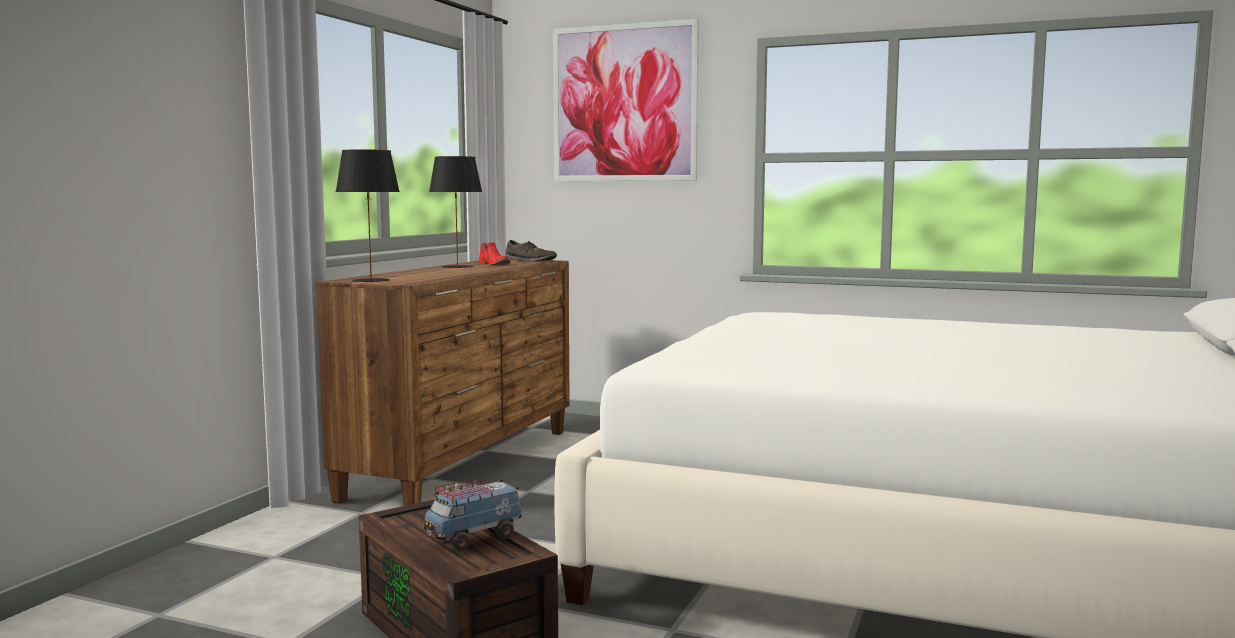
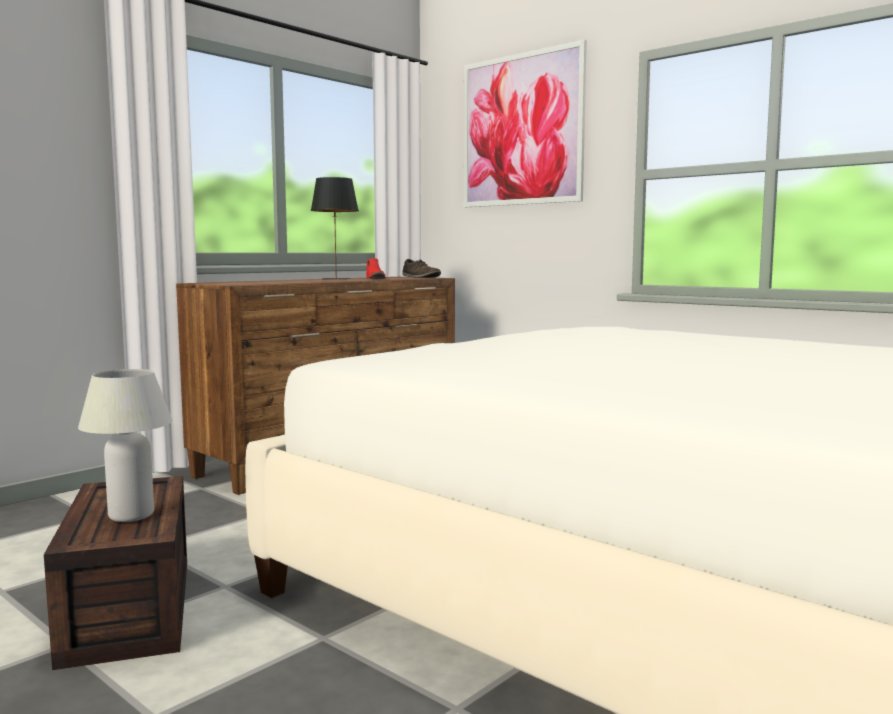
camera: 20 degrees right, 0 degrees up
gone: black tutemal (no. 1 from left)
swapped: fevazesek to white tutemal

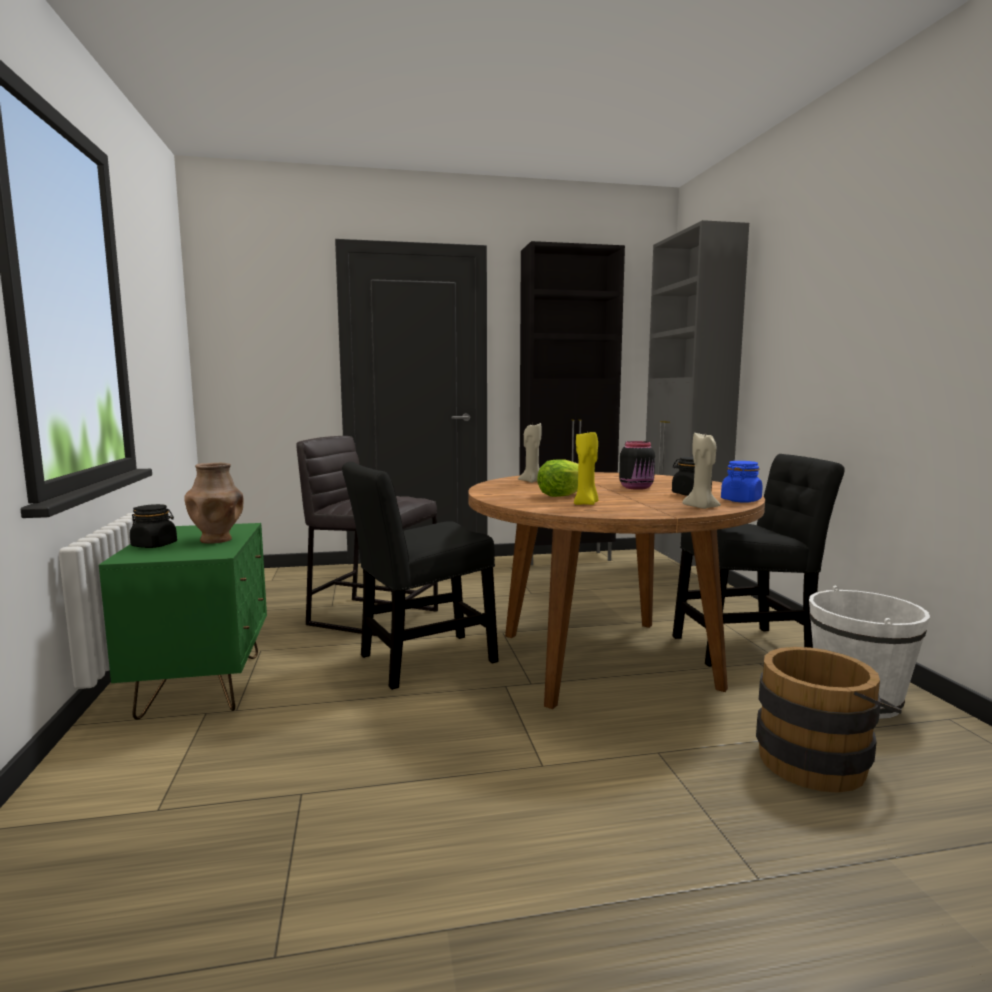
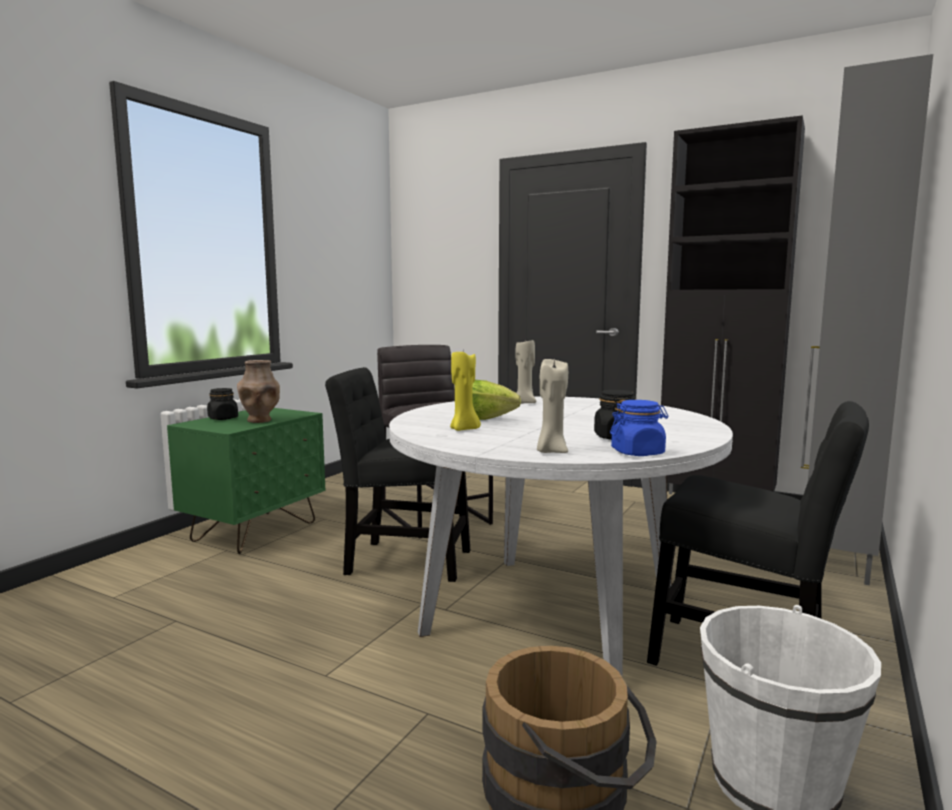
camera: 40 degrees right, 0 degrees up
gone: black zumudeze (no. 2 from left)
repainted: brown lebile to white lebile

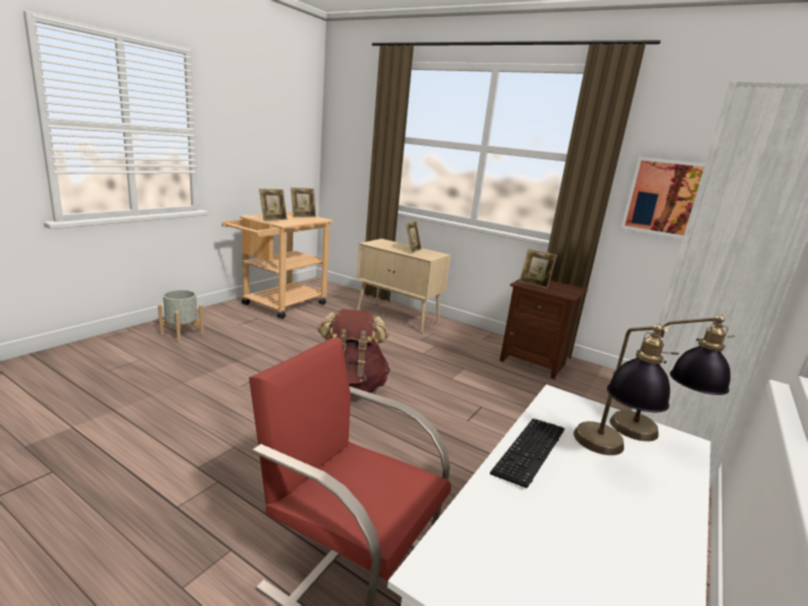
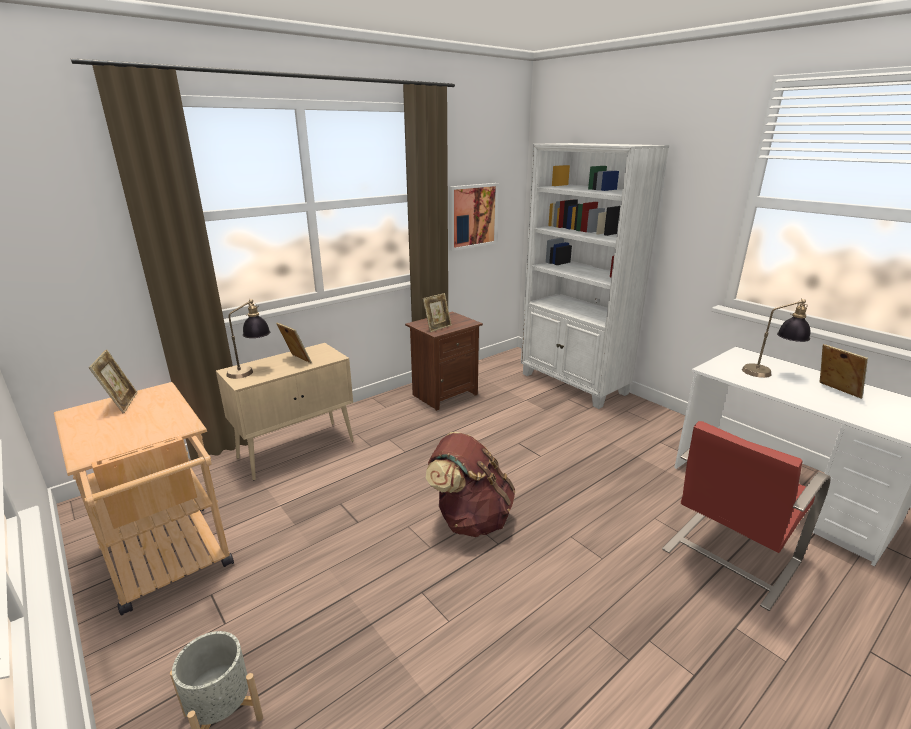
camera: 70 degrees left, 5 degrees up
gone: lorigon
shifted: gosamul (no. 1 from left in the first image) to gosamul (no. 4 from left); tutemal (no. 2 from left in the first image) to tutemal (no. 1 from left)

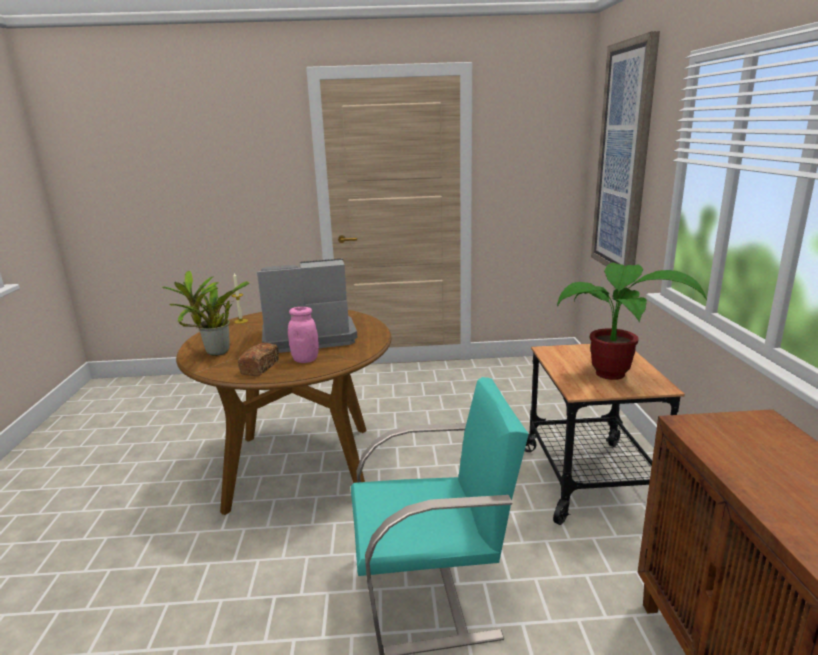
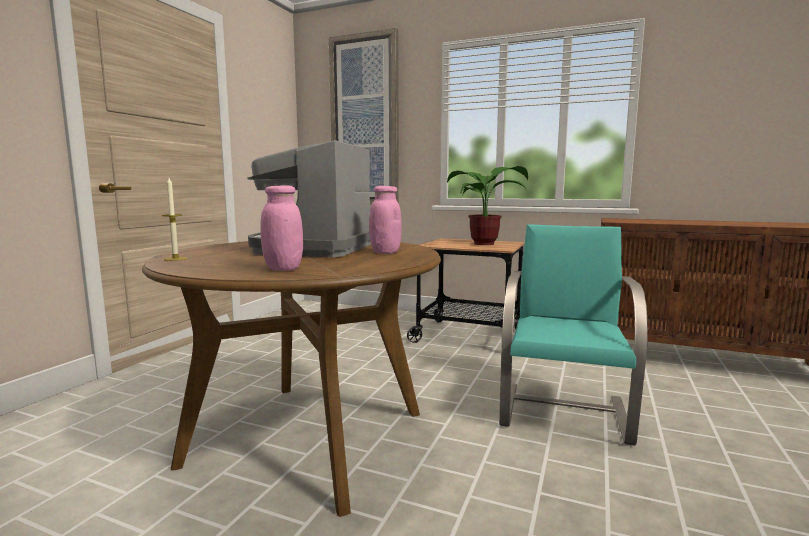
camera: 65 degrees left, 10 degrees down
gone: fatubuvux
swapped: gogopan (no. 1 from left) to pink zumudeze (no. 1 from left)

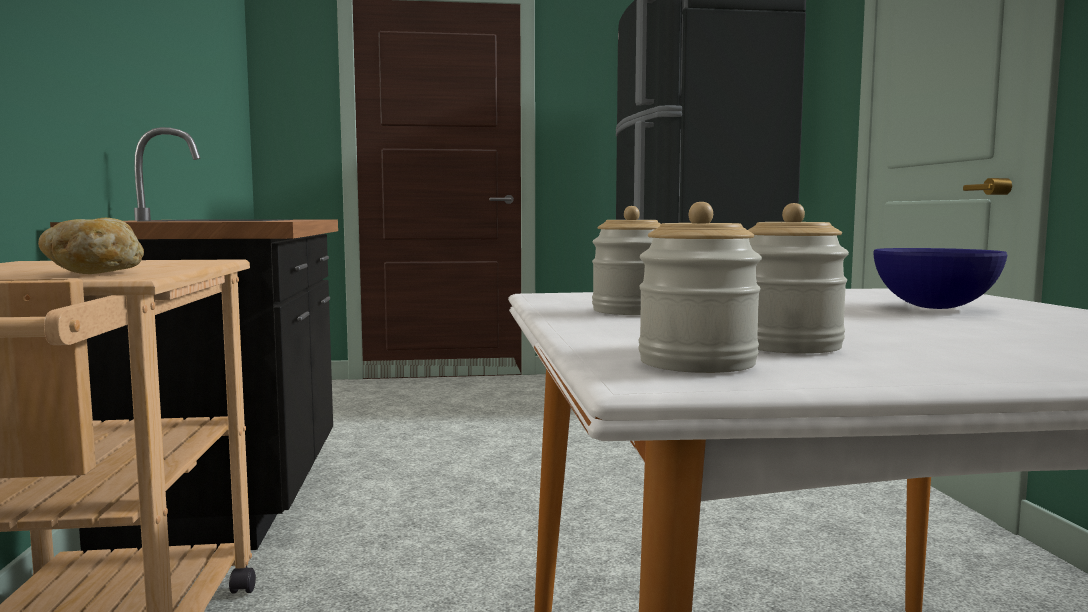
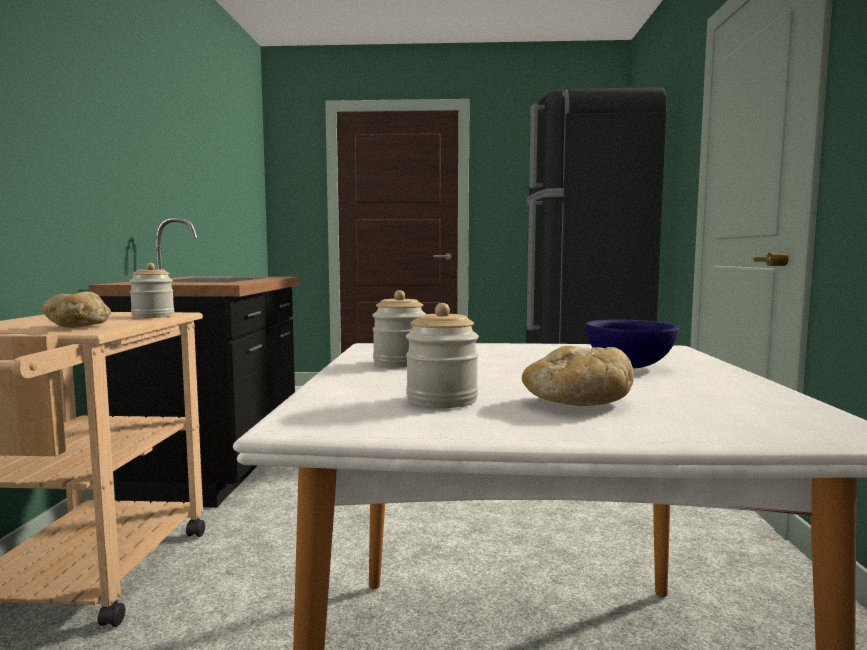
camera: 10 degrees right, 0 degrees up
new: fatubuvux (no. 2 from left)
shifted: zumudeze (no. 2 from left in the first image) to zumudeze (no. 1 from left)

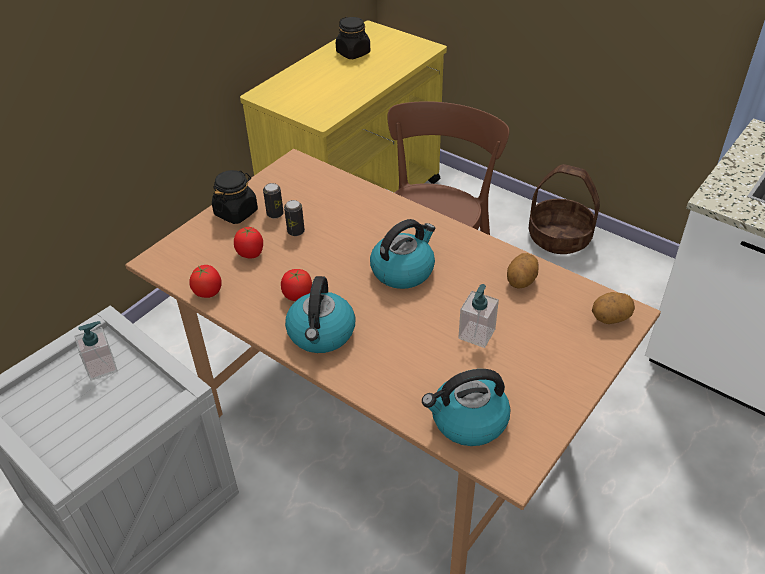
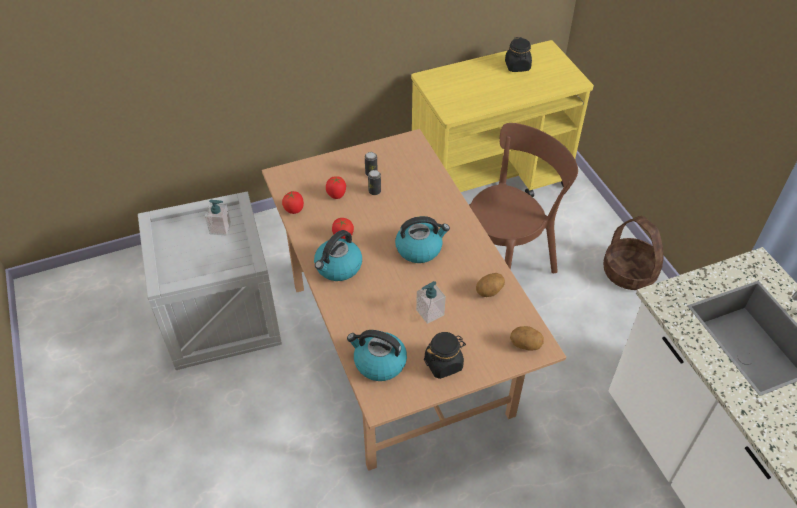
camera: 30 degrees right, 5 degrees up
shifted: black zumudeze (no. 1 from left)

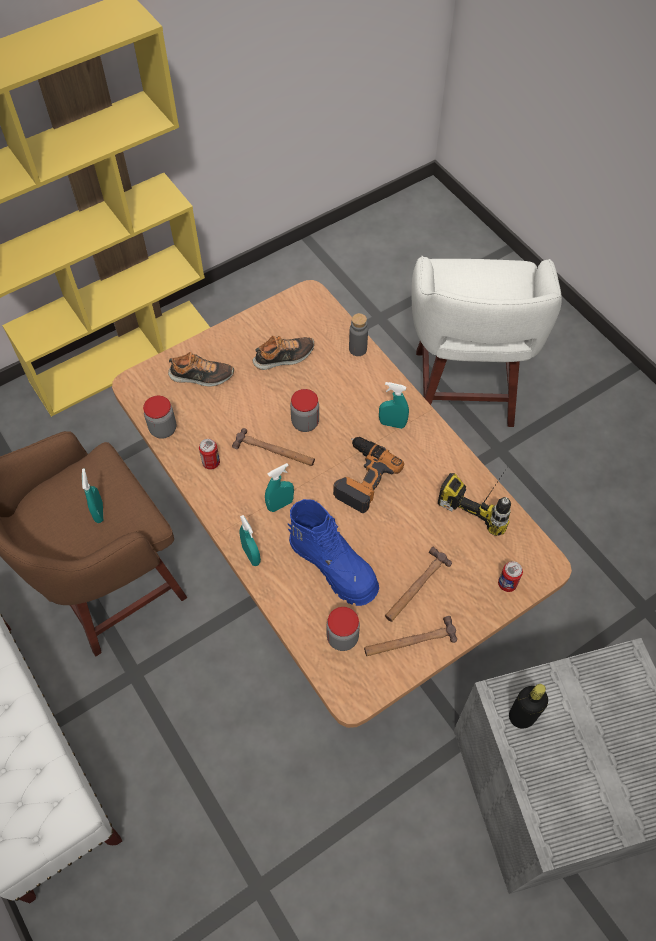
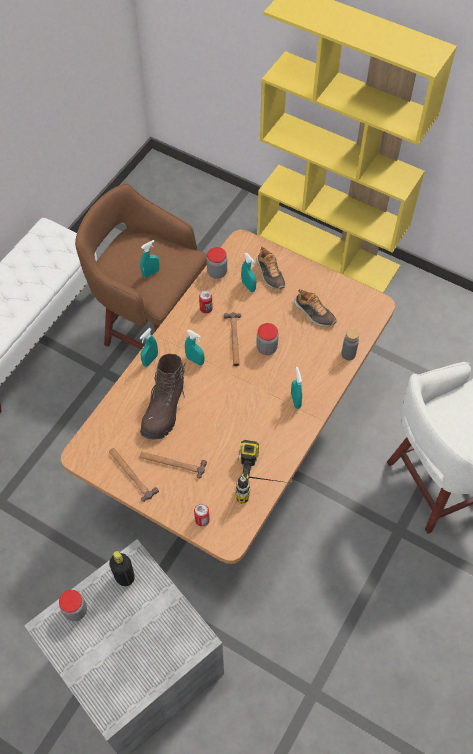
camera: 65 degrees right, 0 degrees up
gone: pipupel (no. 1 from left)
new: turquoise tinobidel (no. 4 from left)
shifted: zumudeze (no. 3 from left in the first image) to zumudeze (no. 1 from left)
repainted: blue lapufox to brown lapufox

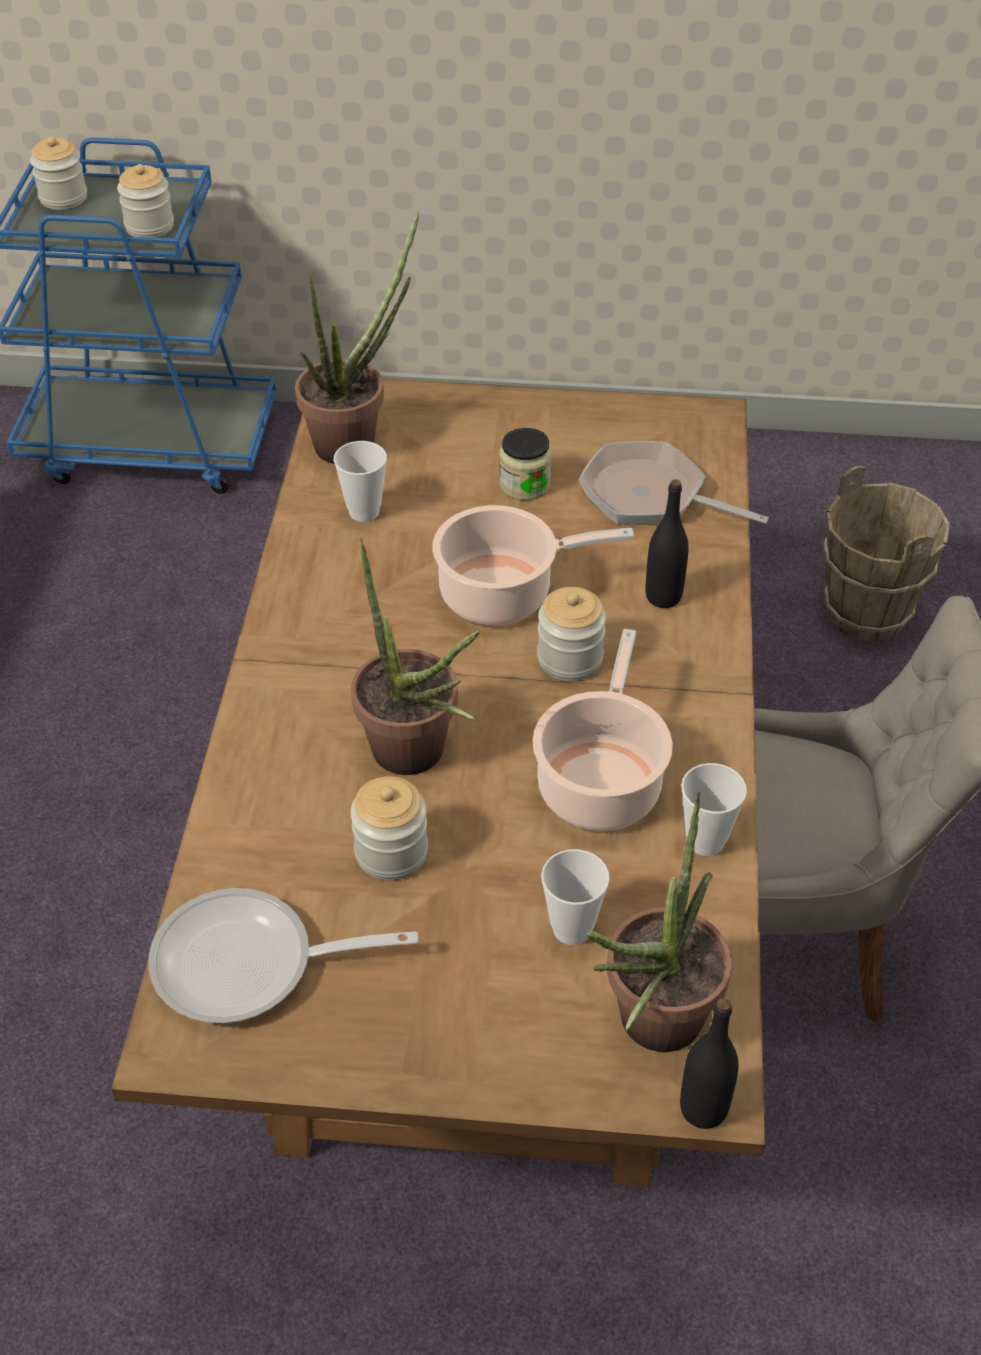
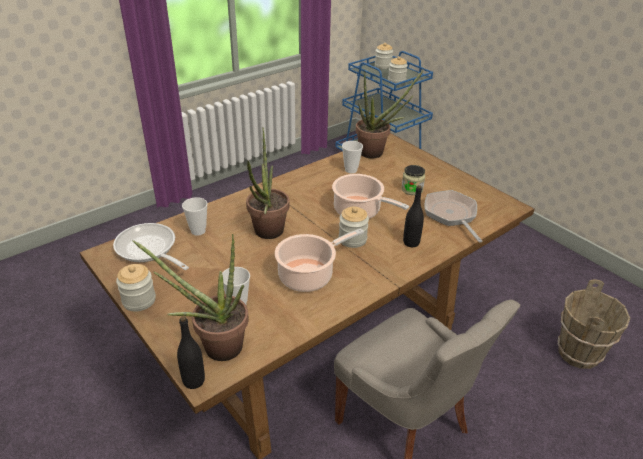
camera: 45 degrees right, 10 degrees down
shifted: zumudeze (no. 3 from left in the first image) to zumudeze (no. 1 from left); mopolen (no. 3 from left in the first image) to mopolen (no. 1 from left)

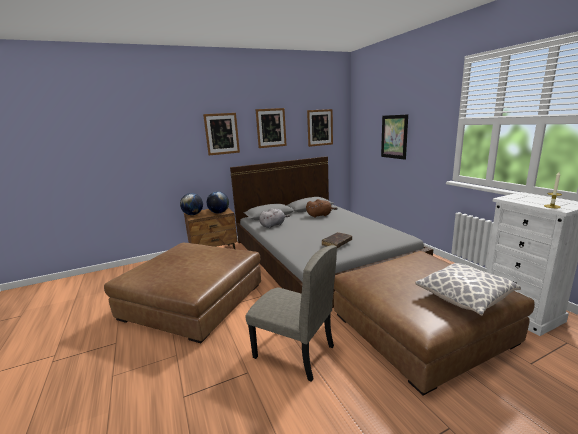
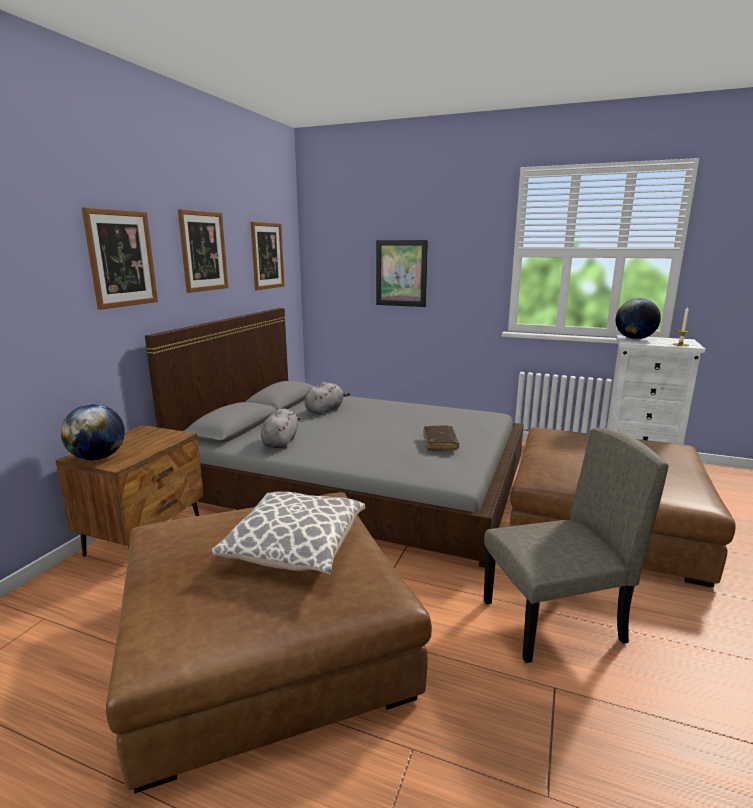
camera: 45 degrees left, 0 degrees up
shifted: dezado (no. 2 from left); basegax
repainted: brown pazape to grey pazape (no. 2 from left)

